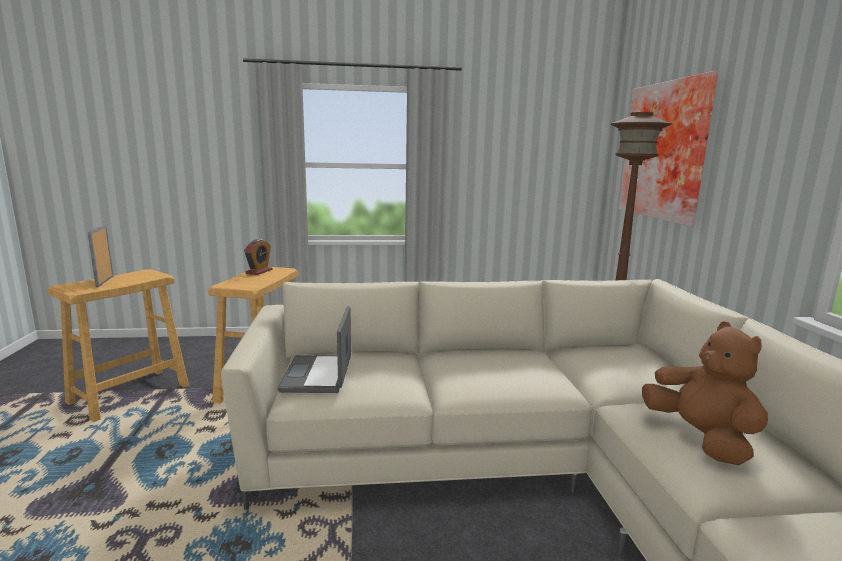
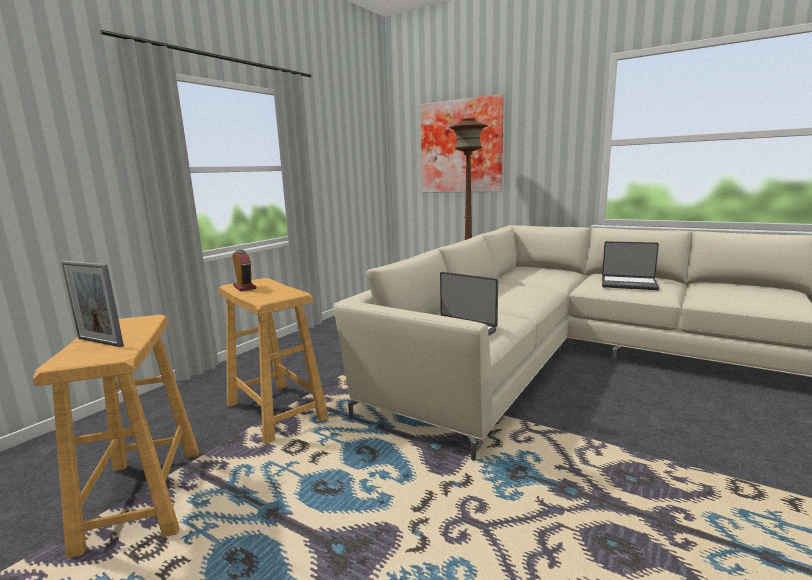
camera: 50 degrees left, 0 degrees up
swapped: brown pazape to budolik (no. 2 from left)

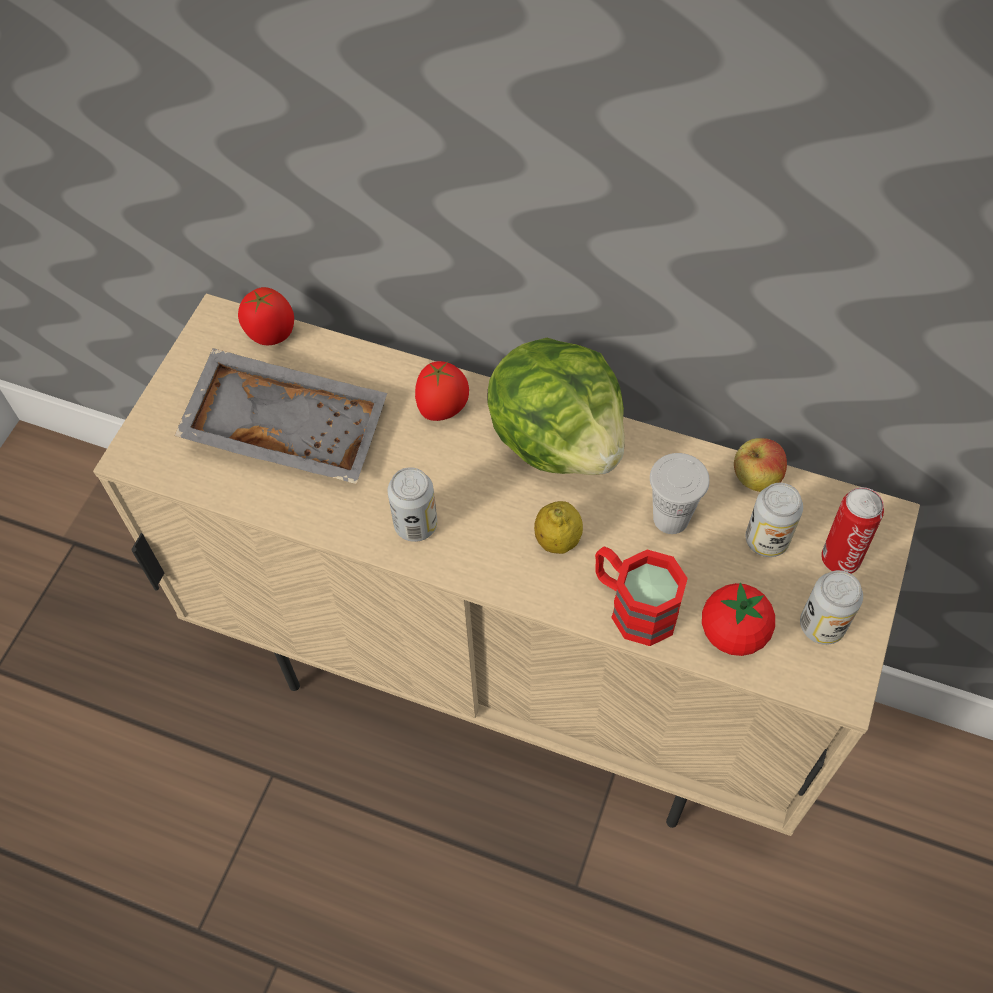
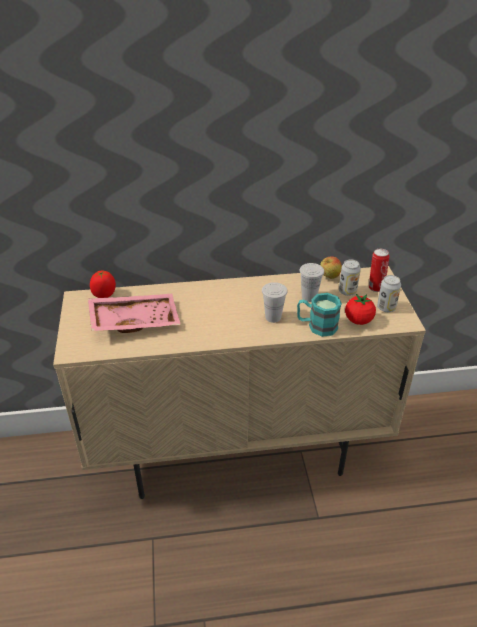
camera: 30 degrees left, 20 degrees down
gone: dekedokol (no. 1 from left); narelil (no. 2 from left); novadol
swapped: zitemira to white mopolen (no. 1 from left)
repainted: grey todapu to pink todapu; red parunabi to turquoise parunabi

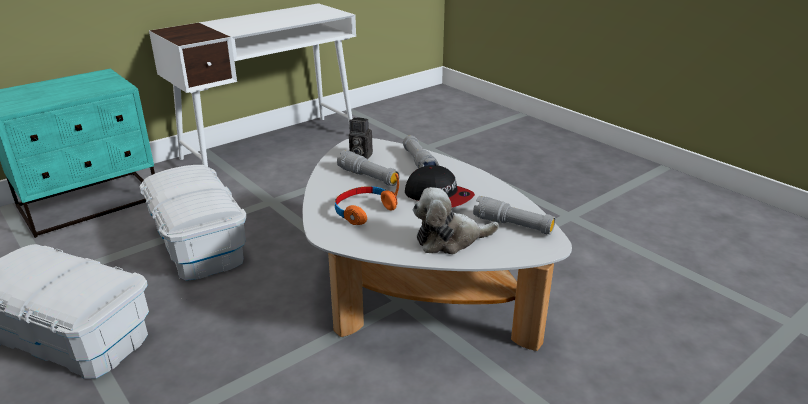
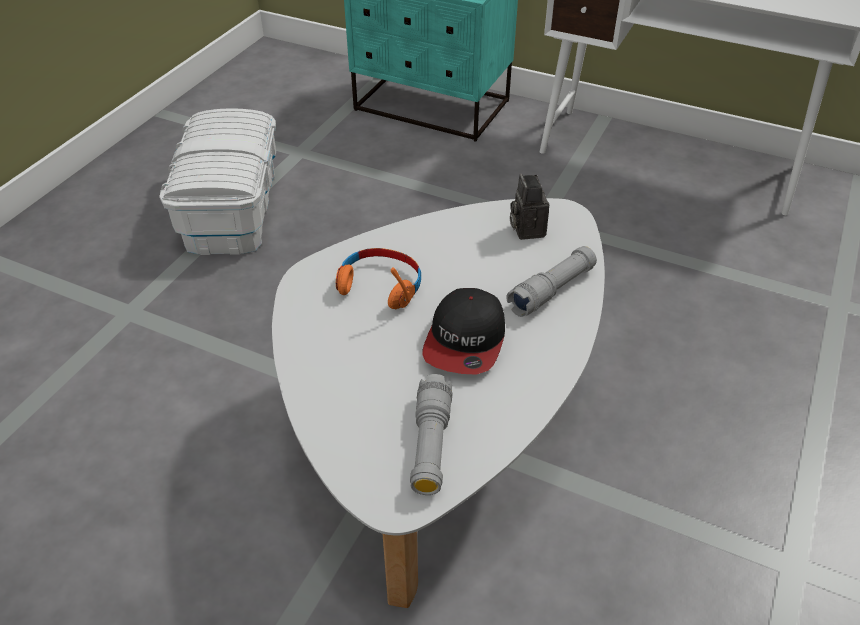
camera: 65 degrees right, 15 degrees up
gone: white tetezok (no. 2 from left); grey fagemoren (no. 1 from left); pazape

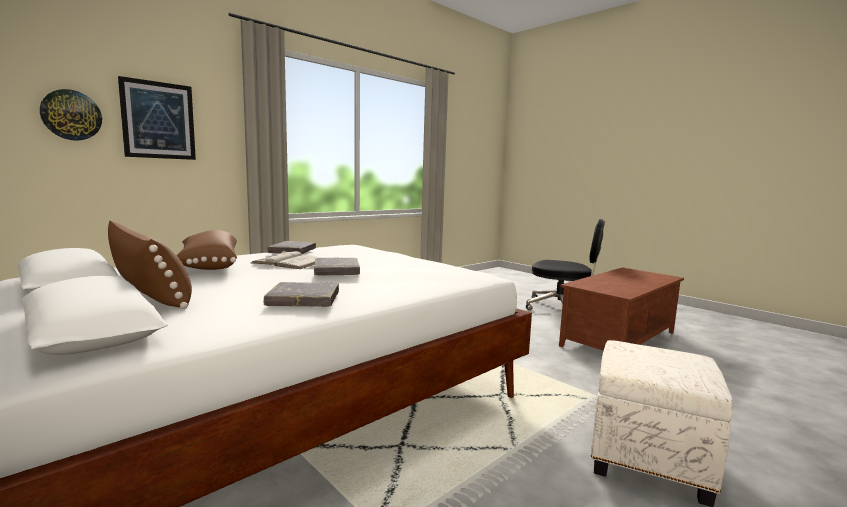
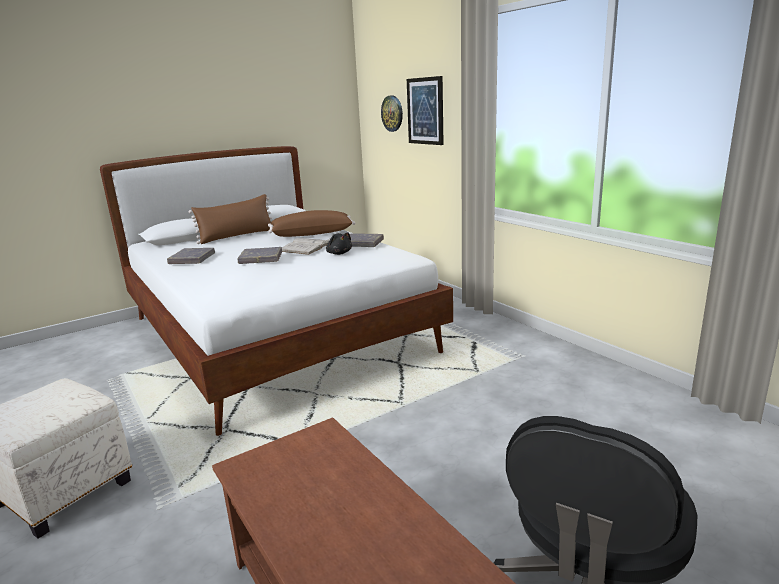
camera: 100 degrees right, 10 degrees up
new: black pazape

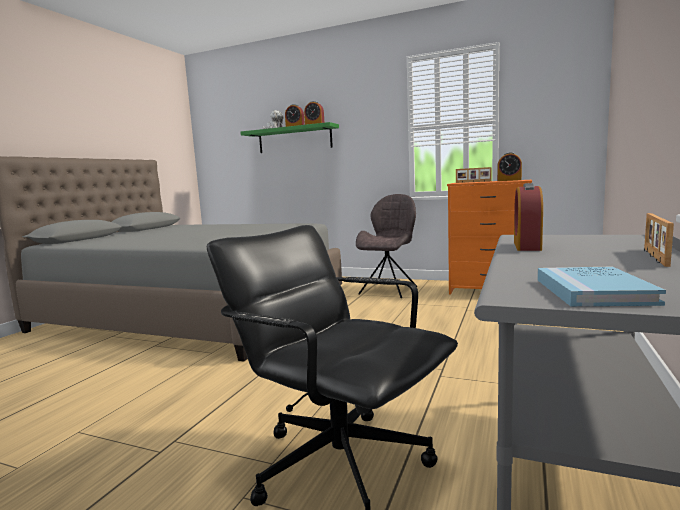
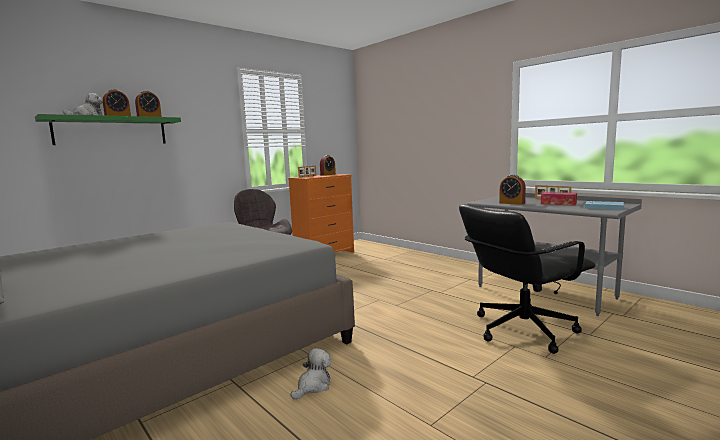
camera: 65 degrees left, 0 degrees up
new: pazape (no. 2 from left); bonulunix

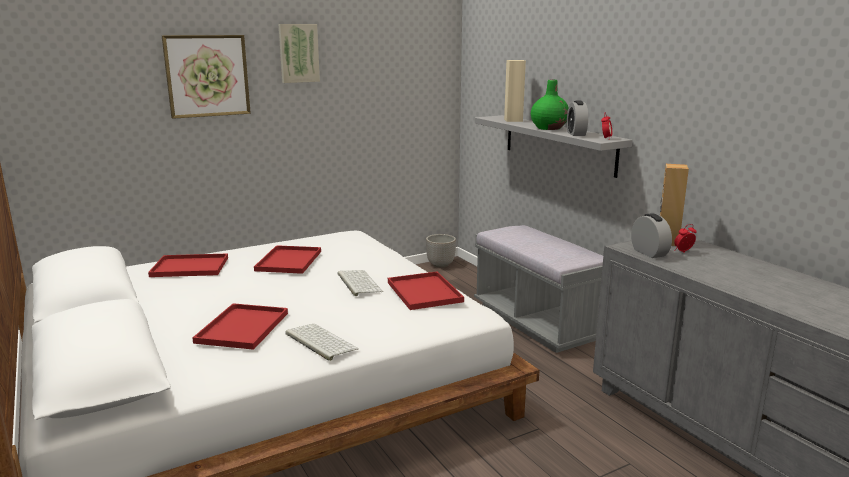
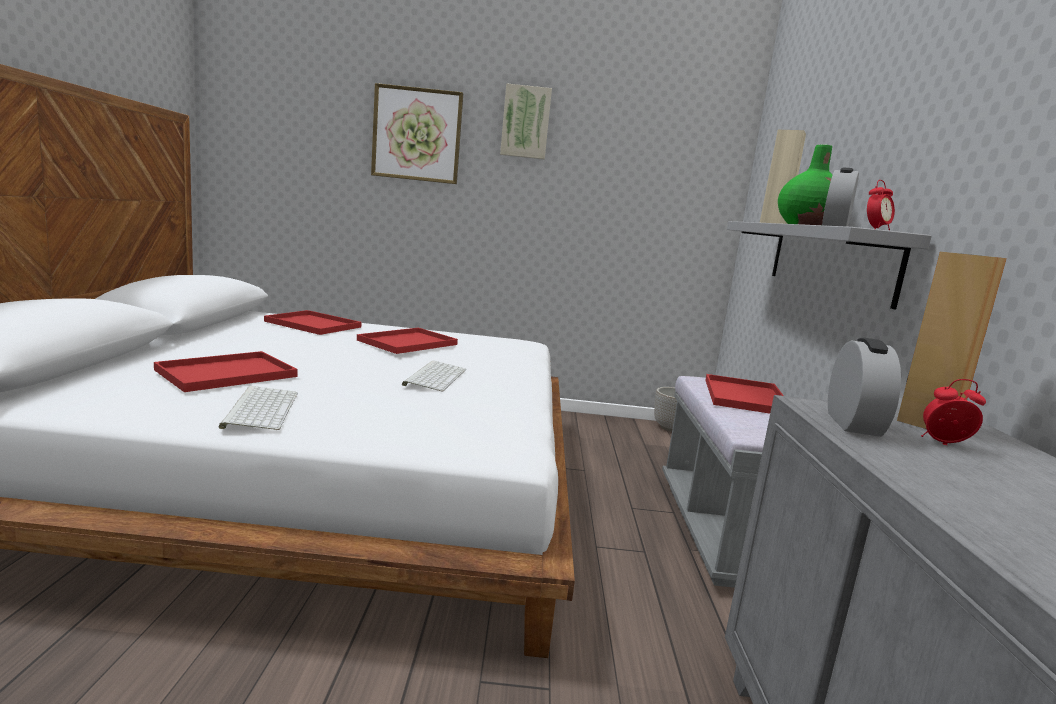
camera: 30 degrees right, 5 degrees down
shifted: red todapu (no. 4 from left)

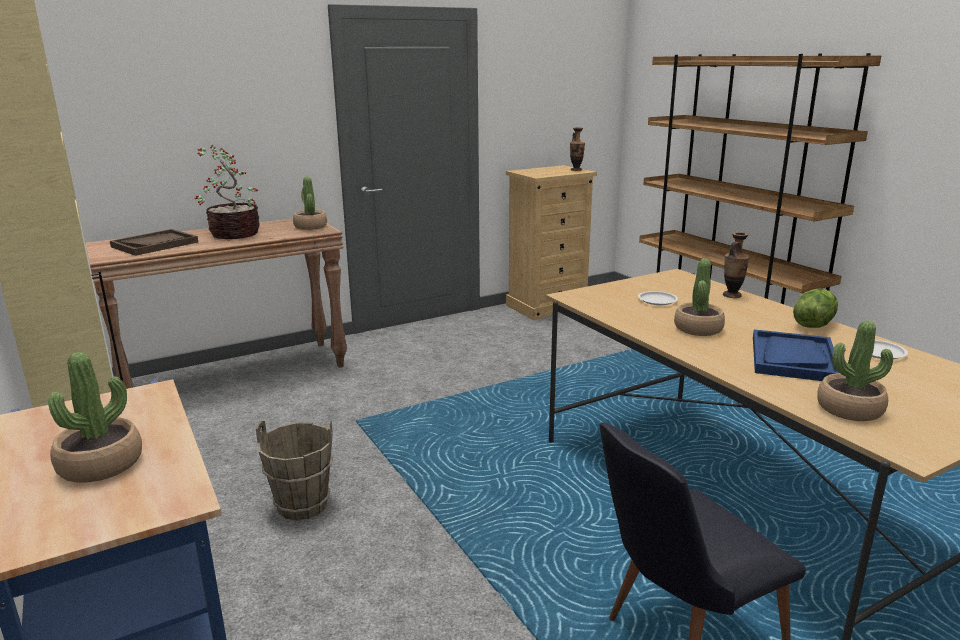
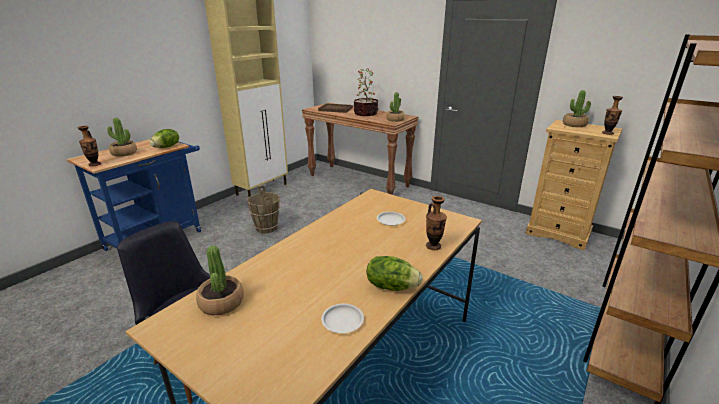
camera: 65 degrees right, 5 degrees up
gone: blue todapu
new: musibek (no. 1 from left); novadol (no. 1 from left)
shifted: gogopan (no. 4 from left in the first image) to gogopan (no. 5 from left)

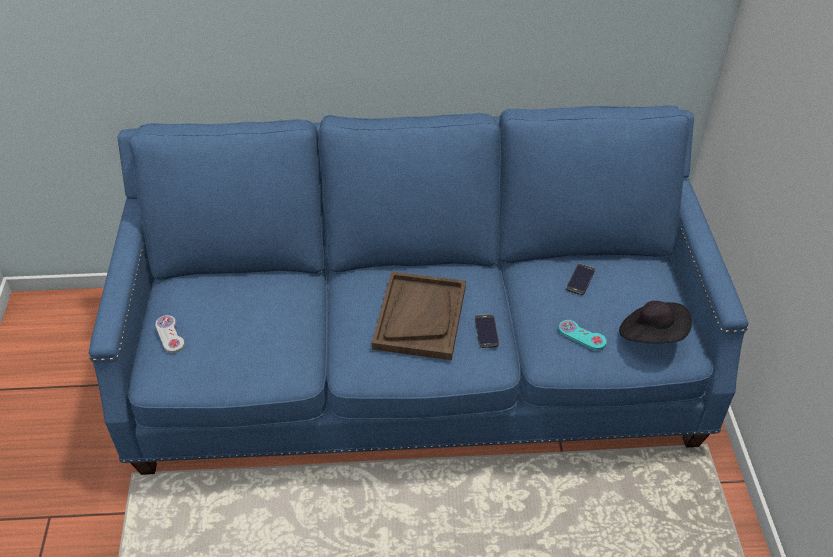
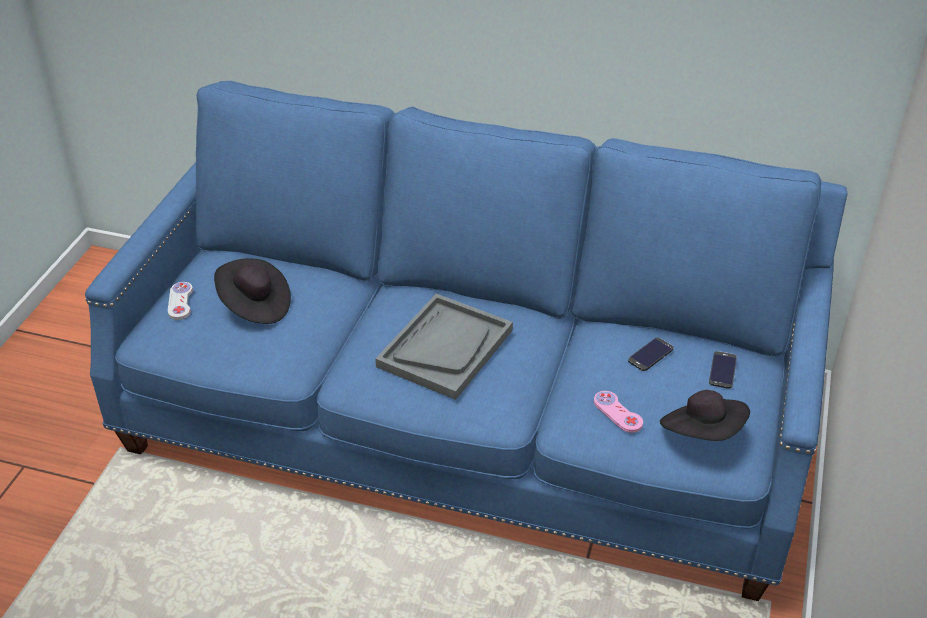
camera: 20 degrees right, 5 degrees down
new: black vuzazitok (no. 1 from left)
shifted: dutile (no. 1 from left in the first image) to dutile (no. 2 from left)
repainted: brown todapu to grey todapu; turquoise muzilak to pink muzilak

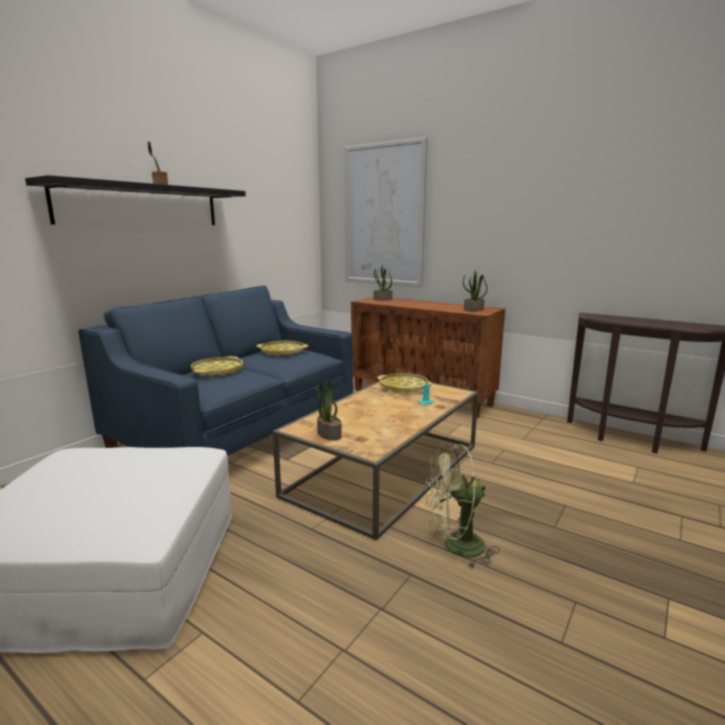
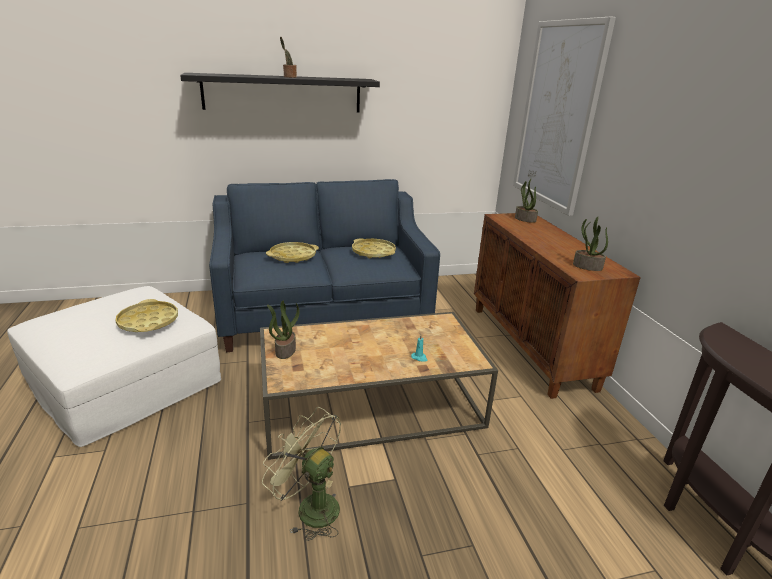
camera: 40 degrees right, 10 degrees up
shifted: yellow todapu (no. 3 from left in the first image) to yellow todapu (no. 1 from left)

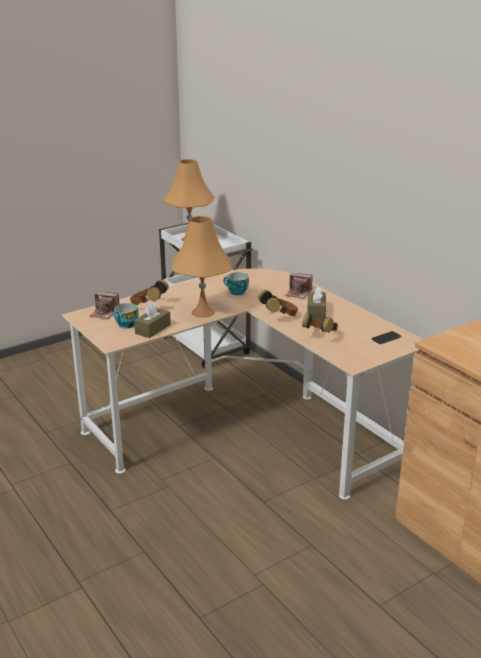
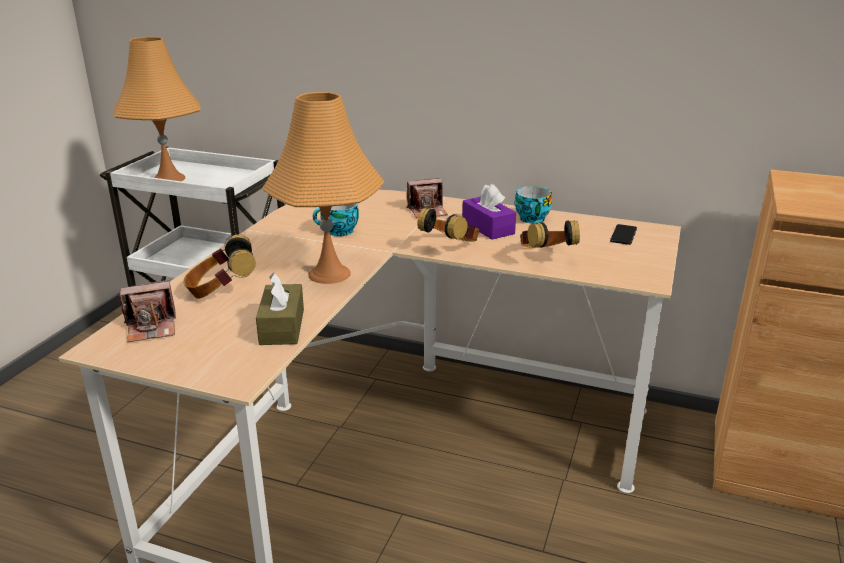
camera: 35 degrees left, 0 degrees up
shifted: mopolen (no. 1 from left in the first image) to mopolen (no. 2 from left)
repainted: brown bonulunix (no. 2 from left) to purple bonulunix

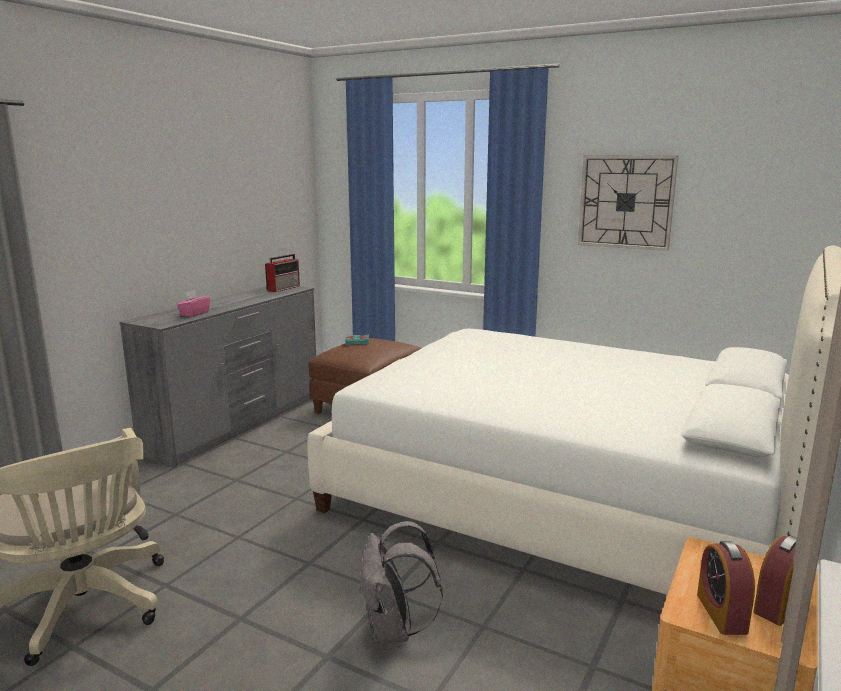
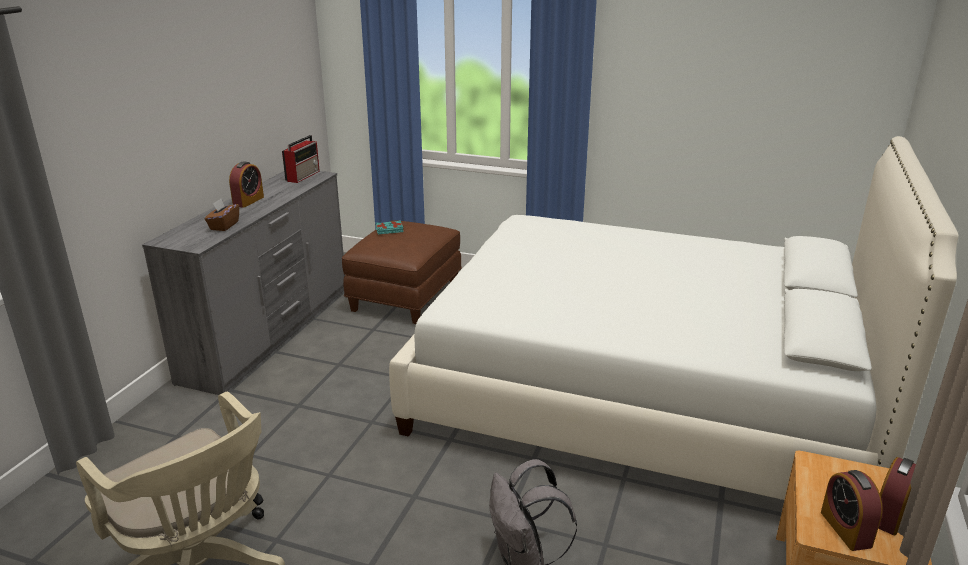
camera: 10 degrees left, 10 degrees up
gone: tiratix
new: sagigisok (no. 1 from left)
repainted: pink bonulunix to brown bonulunix

